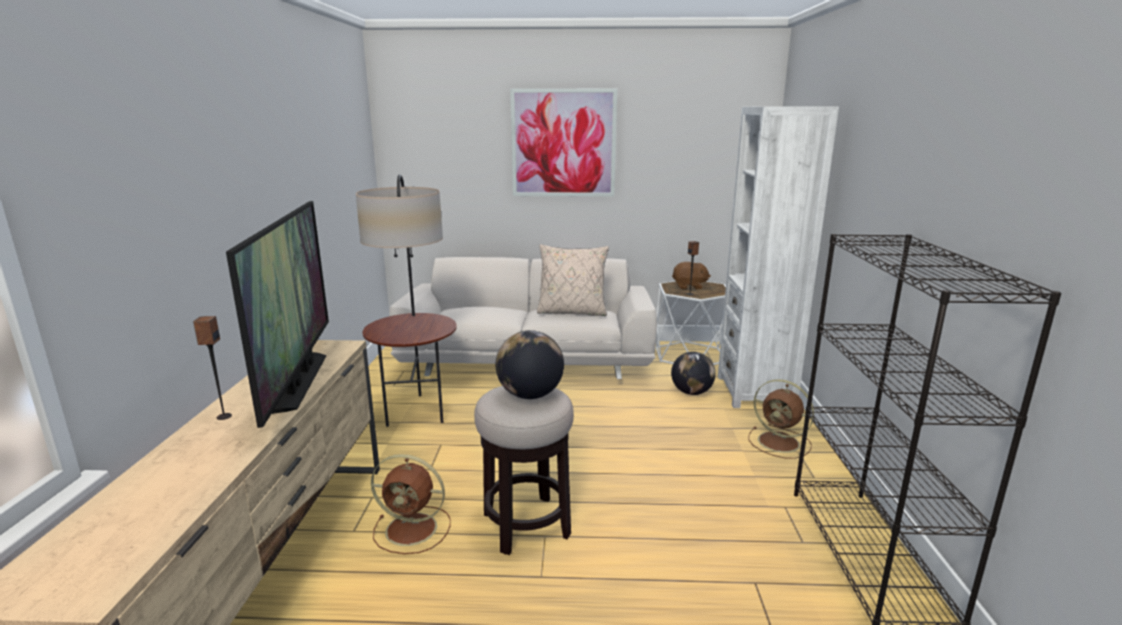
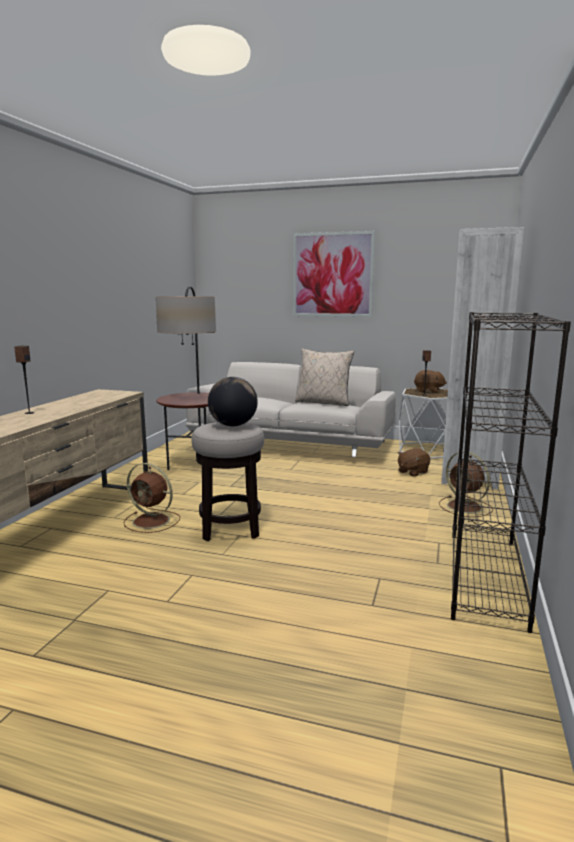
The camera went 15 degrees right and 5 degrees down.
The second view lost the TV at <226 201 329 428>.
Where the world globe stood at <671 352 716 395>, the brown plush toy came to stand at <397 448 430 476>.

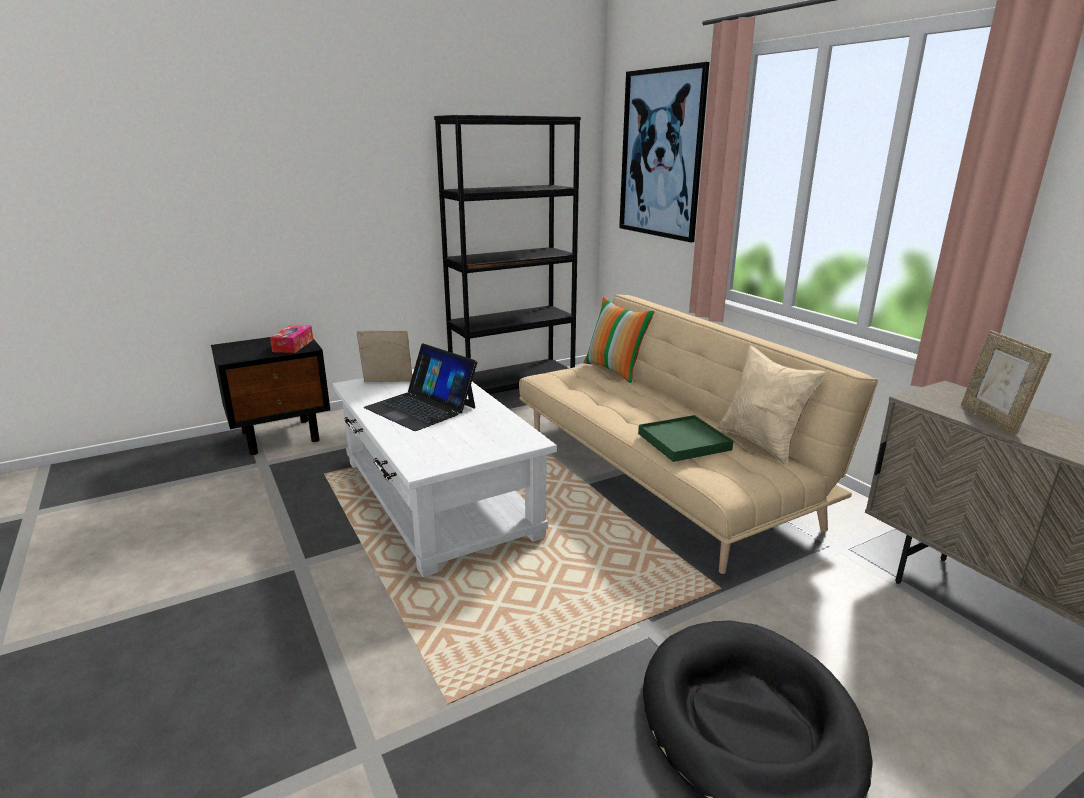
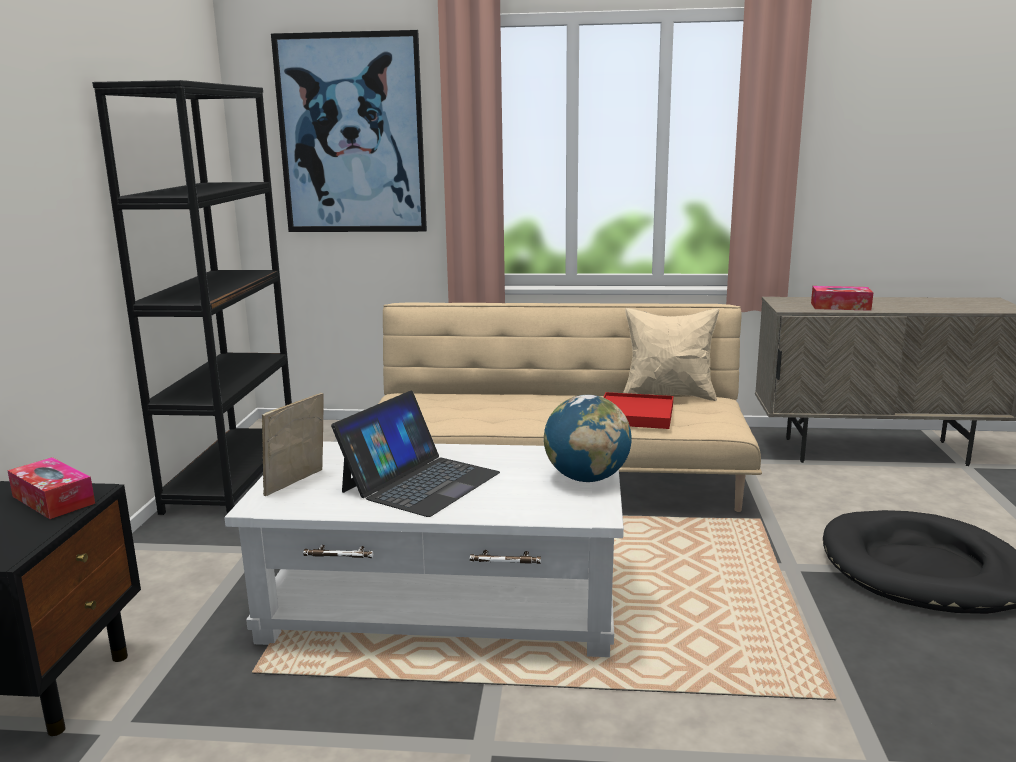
The camera went 55 degrees left and 5 degrees down.
The second view lost the pillow at <583 297 655 383>.
Where the standing frame stood at <961 330 1052 435>, the tissue holder came to stand at <811 286 873 311>.
The laptop at <364 343 477 431> ended up facing another way, 45 degrees counterclockwise from before.
What was the green carrying tray at <638 415 733 462> turned into the red carrying tray at <603 392 673 429>.
The second view gained the world globe at <544 395 632 482>.

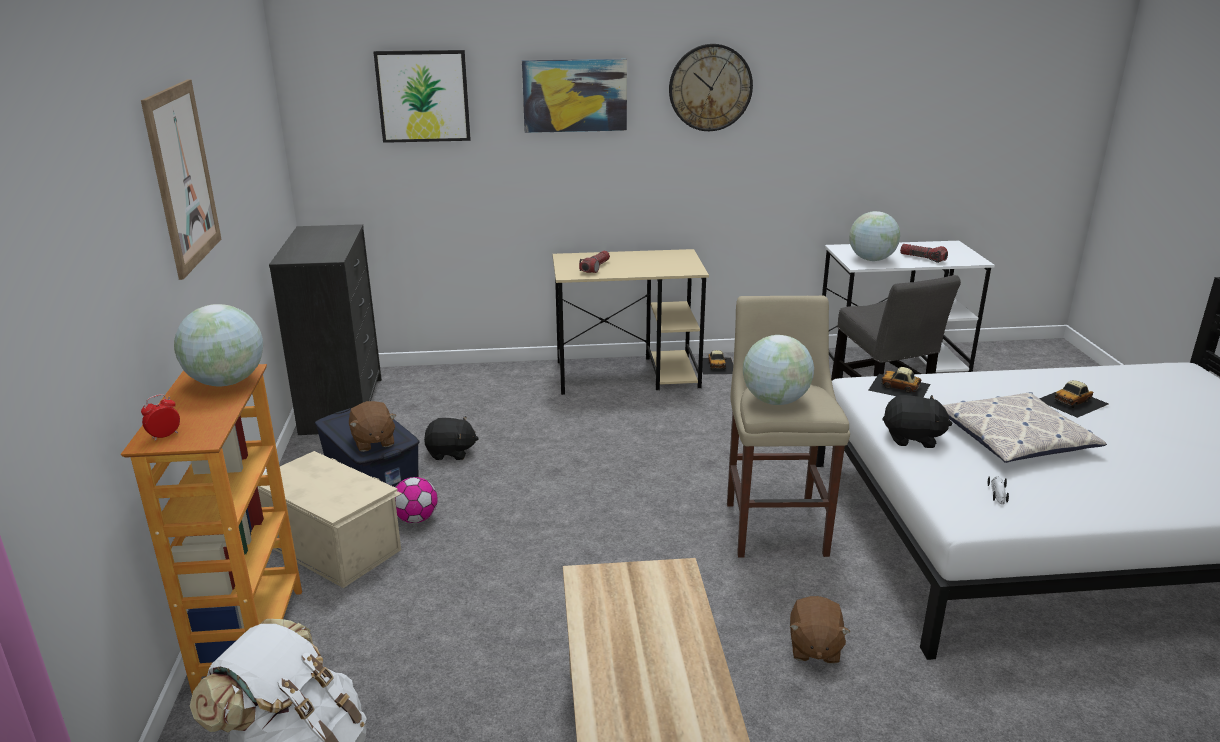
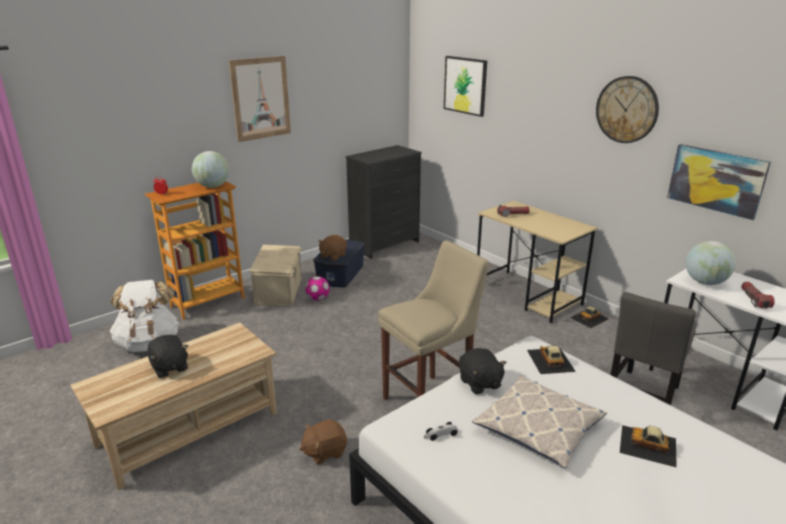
The camera went 55 degrees right and 0 degrees up.
The wall picture ended up elsewhere, having gone from <522 59 627 133> to <667 144 771 220>.
The second view lost the world globe at <743 335 814 405>.
The blackish plush toy ended up elsewhere, having gone from <424 416 479 460> to <147 335 188 378>.

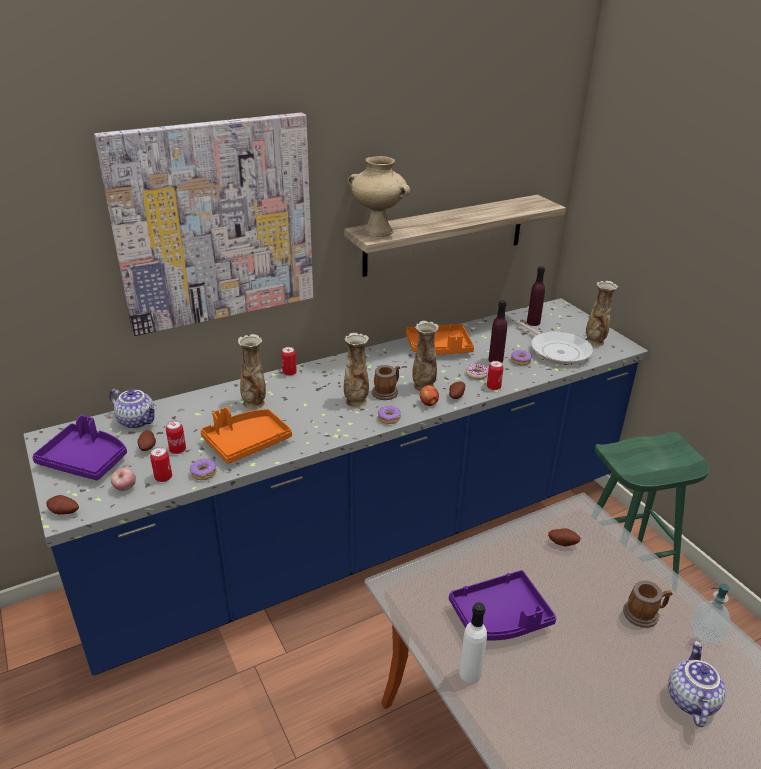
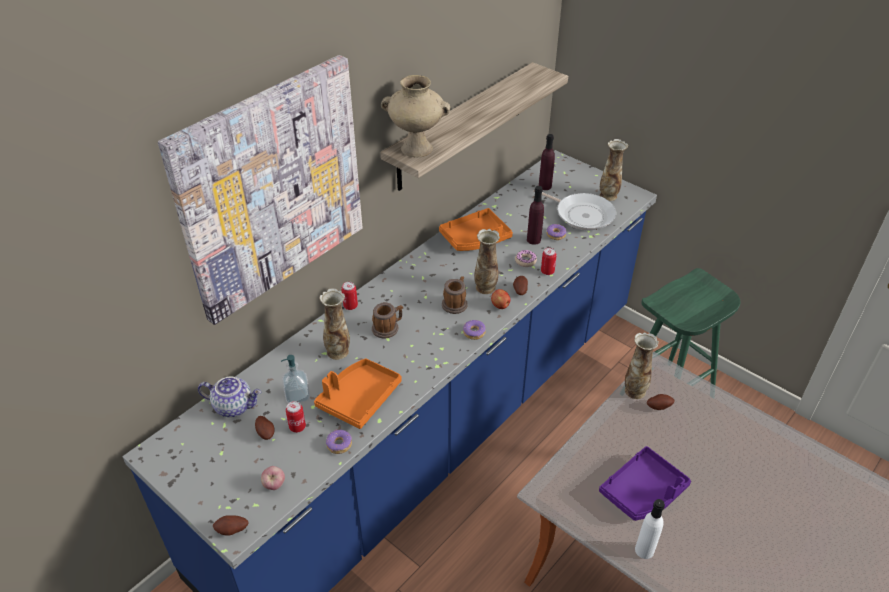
The camera went 20 degrees left and 10 degrees up.
The decorative vase ended up elsewhere, having gone from <344 333 369 407> to <625 333 659 399>.
The second view lost the purple-coloured carrying tray at <32 415 127 480>.
The second view lost the can at <150 447 172 482>.
The coffee mug ended up elsewhere, having gone from <623 580 673 628> to <372 302 403 338>.
The liquid soap bottle ended up elsewhere, having gone from <691 584 731 644> to <281 355 310 403>.
The second view lost the teapot at <668 641 726 727>.

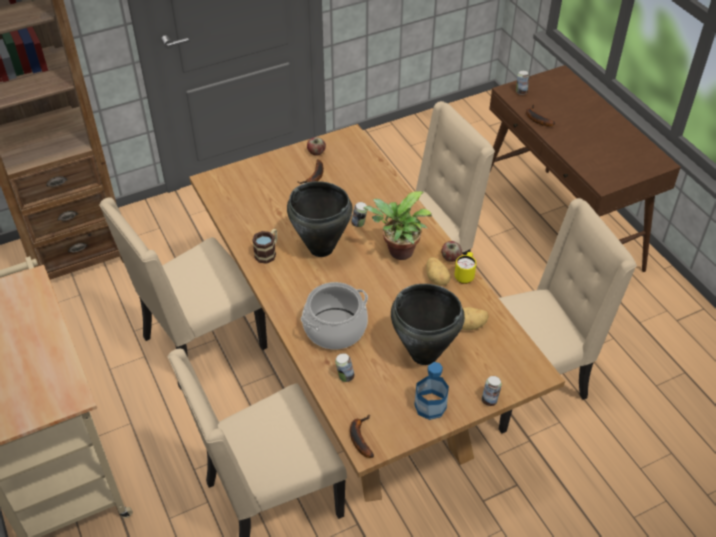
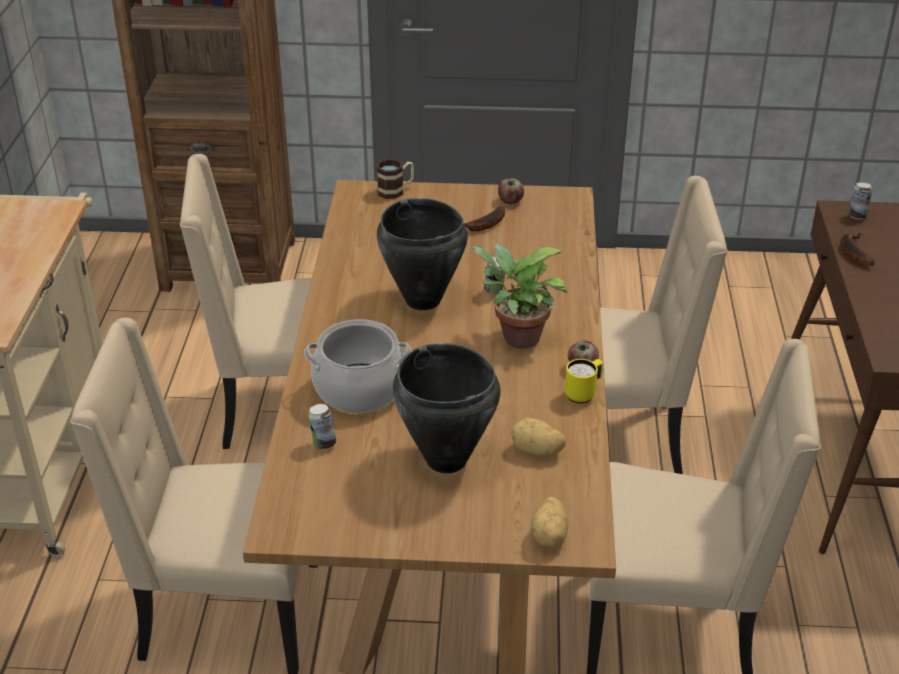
The camera went 30 degrees right and 10 degrees down.
The coffee mug ended up elsewhere, having gone from <252 229 277 264> to <376 159 414 199>.
The spud ended up elsewhere, having gone from <426 257 450 286> to <531 497 568 548>.
The second view lost the bottle at <414 362 449 420>.
The second view lost the can at <482 376 502 406>.
The second view lost the banana fruit at <350 415 374 458>.

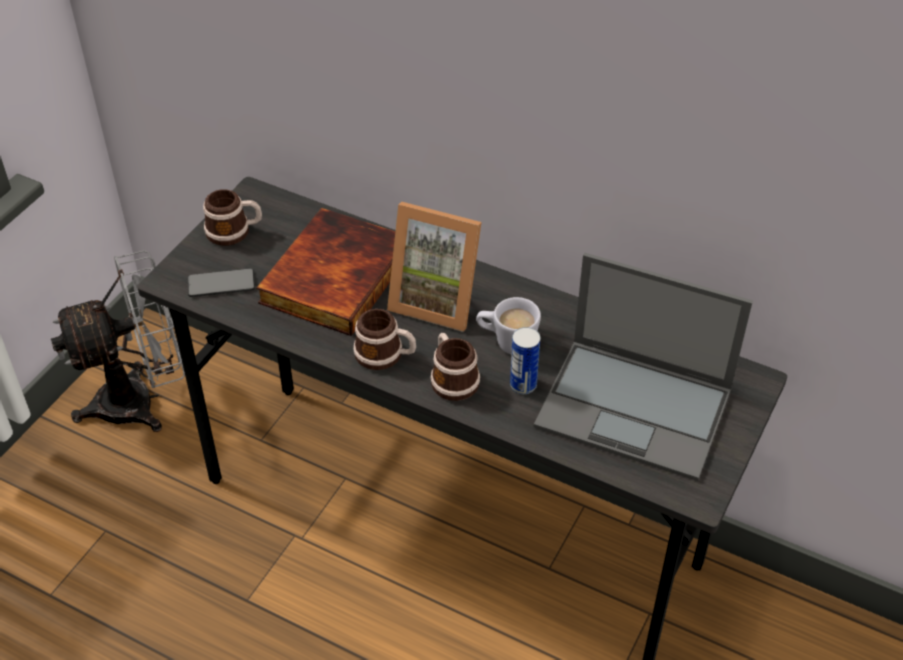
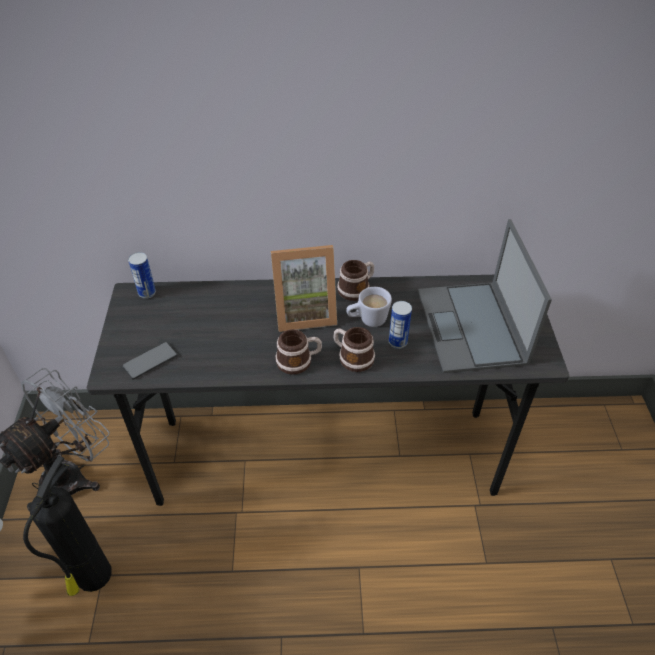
The camera went 30 degrees left and 0 degrees up.
The coffee mug ended up elsewhere, having gone from <203 189 262 246> to <337 260 374 301>.
The second view lost the book at <256 208 395 336>.
The laptop at <534 253 753 481> ended up facing another way, 90 degrees clockwise from before.
The second view gained the can at <128 252 156 299>.
The second view gained the fire-fighting cylinder at <23 456 112 596>.

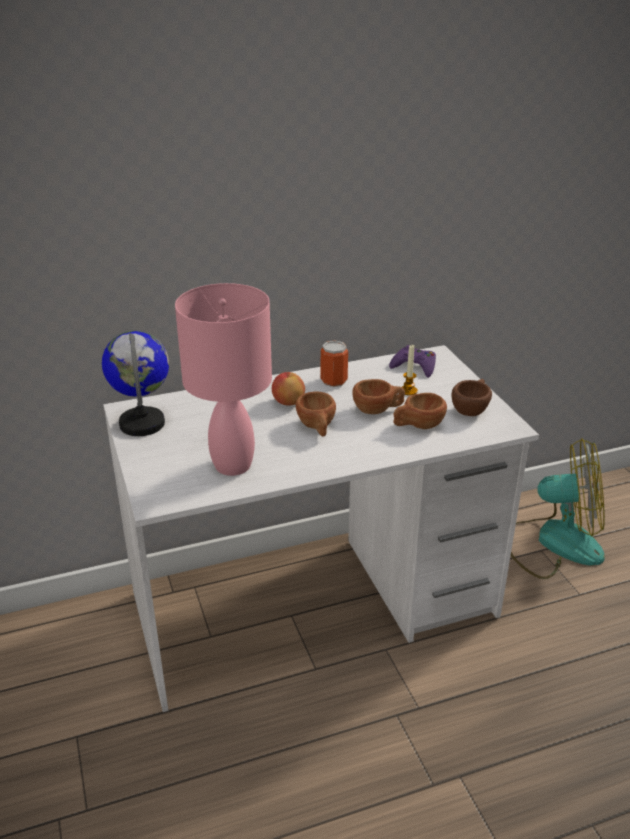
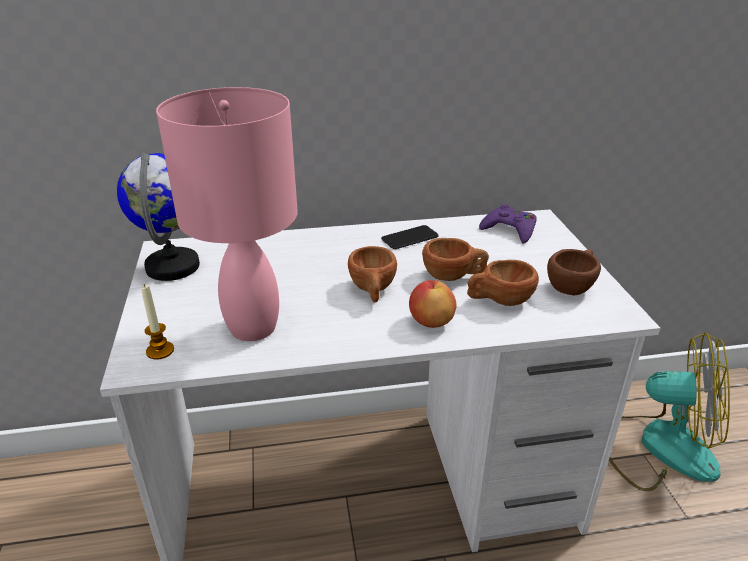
The camera went 10 degrees right and 0 degrees up.
Where the can stood at <321 340 348 387>, the handset came to stand at <381 225 439 249>.
The wax candle ended up elsewhere, having gone from <402 345 418 396> to <141 284 174 360>.
The apple fruit ended up elsewhere, having gone from <272 372 305 406> to <409 280 457 328>.

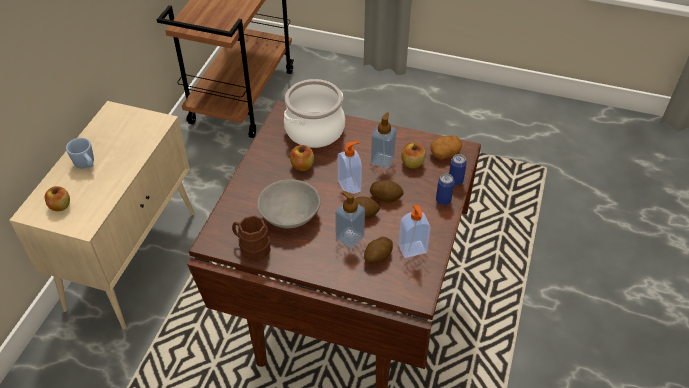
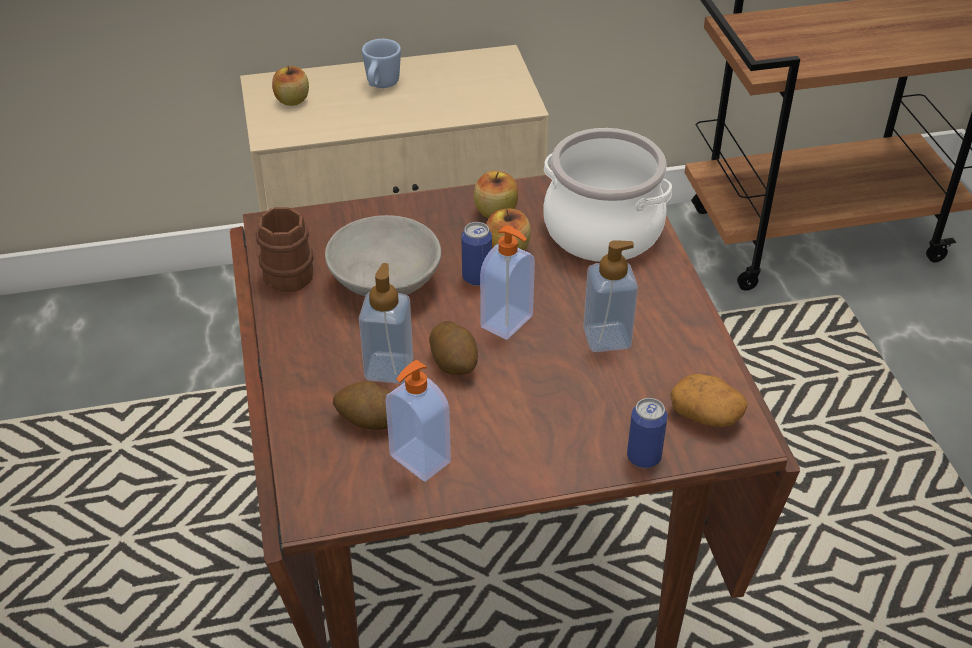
The camera went 60 degrees right and 5 degrees down.
The apple fruit ended up elsewhere, having gone from <401 143 426 168> to <474 171 518 218>.
The can ended up elsewhere, having gone from <436 174 454 205> to <461 222 492 286>.
The second view lost the spud at <370 180 404 203>.

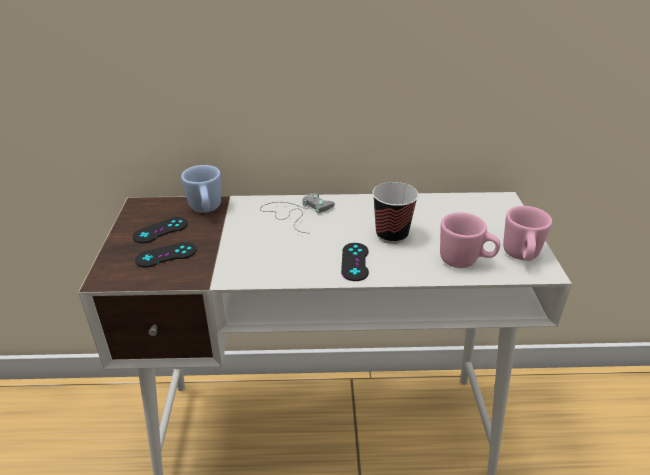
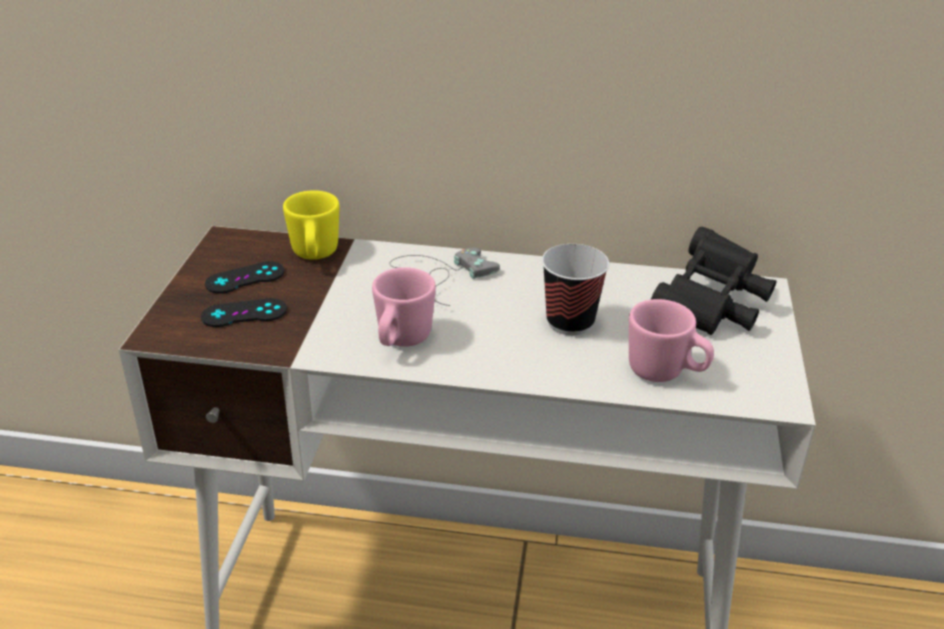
The camera went 10 degrees right and 0 degrees up.
What was the bluish coffee mug at <181 165 221 213> turned into the yellow-coloured coffee mug at <283 190 339 260>.
The pink coffee mug ended up elsewhere, having gone from <503 206 552 261> to <372 267 436 347>.
The second view lost the blackish gamepad at <341 243 369 281>.
The second view gained the blackish field glasses at <651 227 776 335>.

